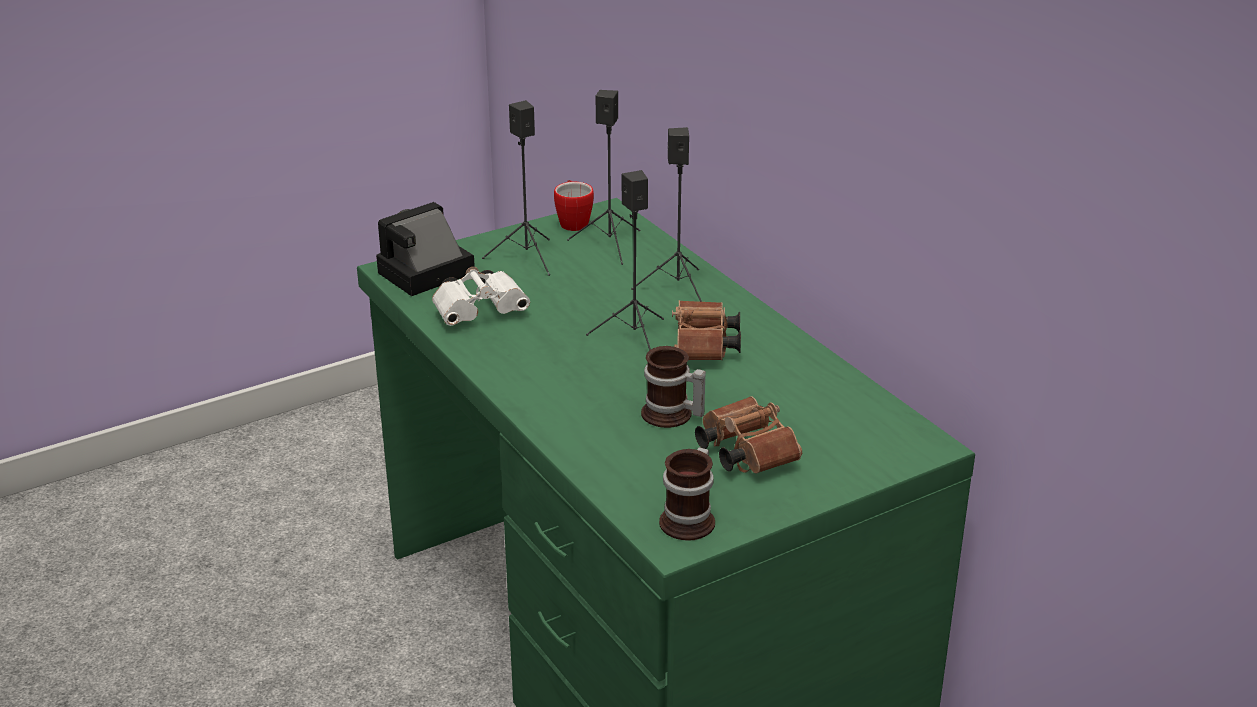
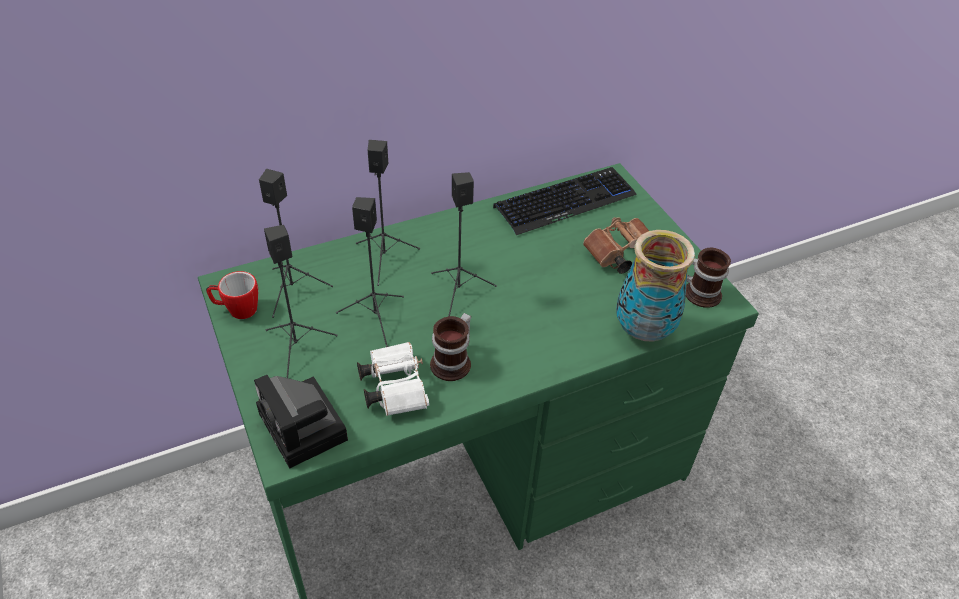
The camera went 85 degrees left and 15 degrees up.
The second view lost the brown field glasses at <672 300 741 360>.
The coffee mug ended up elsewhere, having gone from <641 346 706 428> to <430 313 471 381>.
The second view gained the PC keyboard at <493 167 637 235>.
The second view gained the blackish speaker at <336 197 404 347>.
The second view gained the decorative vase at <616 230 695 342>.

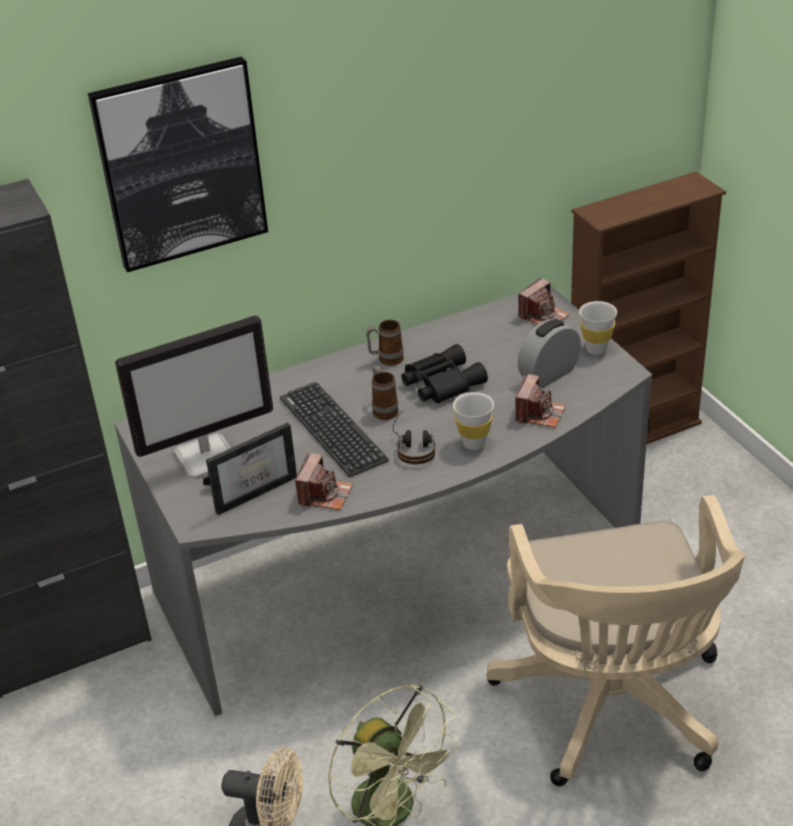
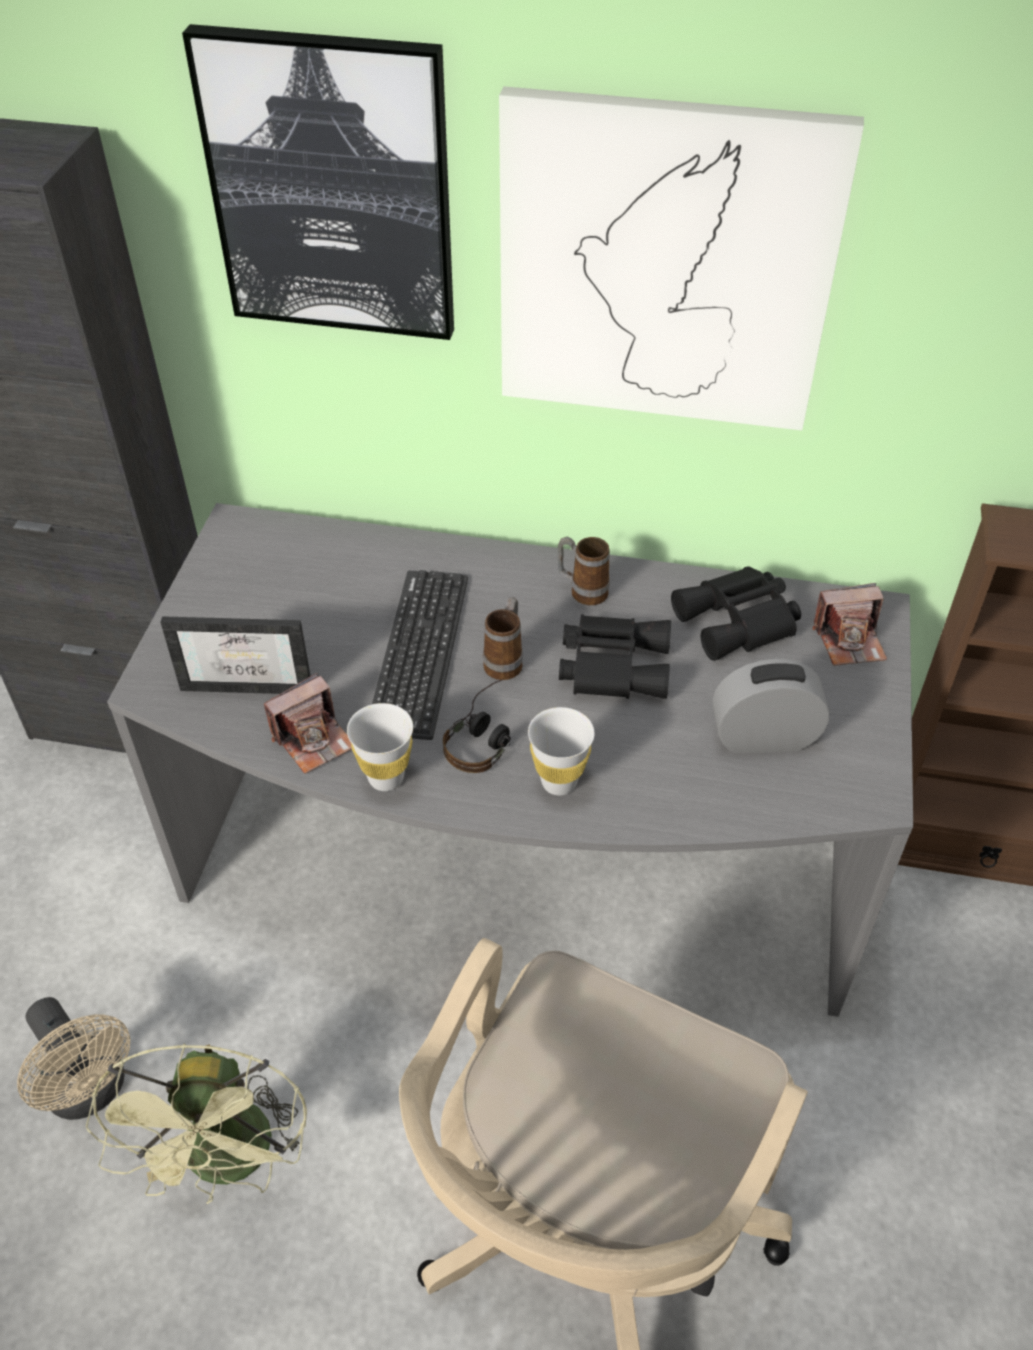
The camera went 35 degrees right and 10 degrees up.
The whitish drinking cup ended up elsewhere, having gone from <579 301 617 355> to <347 703 413 791>.
The second view lost the computer display at <115 315 273 479>.
The second view lost the photo camera at <515 374 566 428>.
The second view gained the wall picture at <499 86 864 430>.
The second view gained the blackish field glasses at <671 566 801 661>.

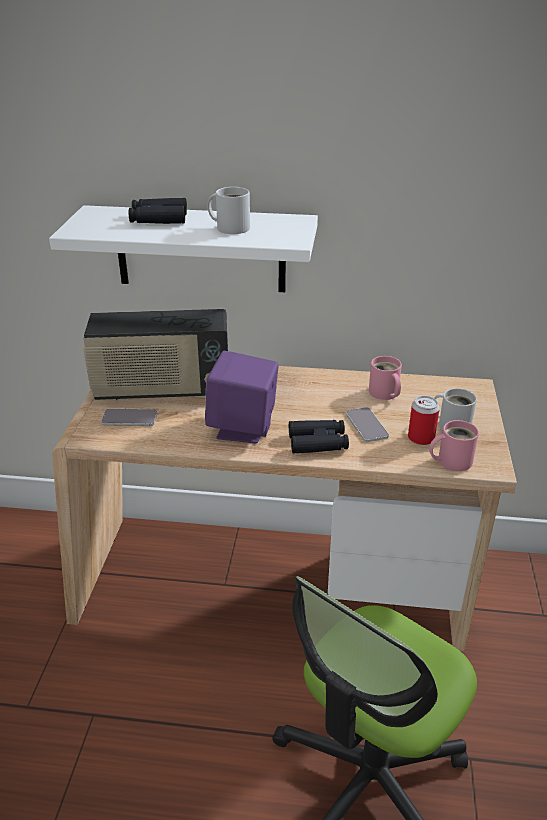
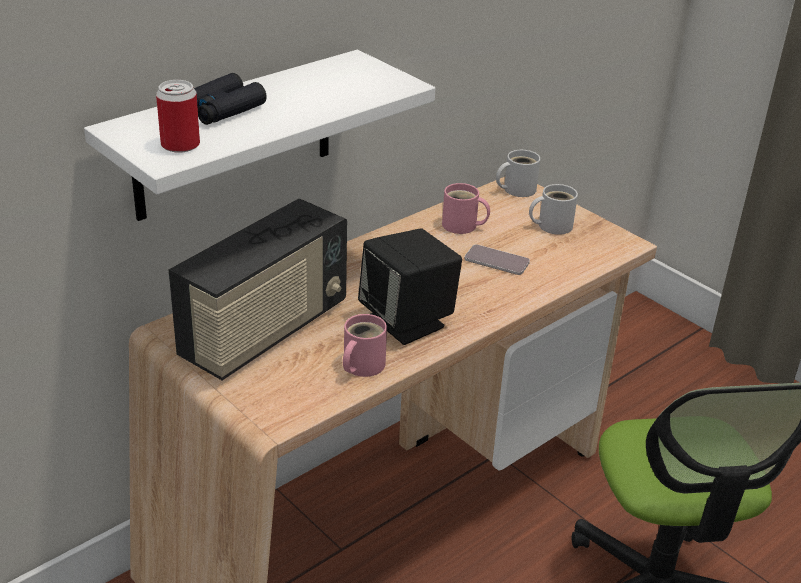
The camera went 50 degrees left and 0 degrees up.
The whitish coffee mug ended up elsewhere, having gone from <207 187 250 234> to <496 150 540 197>.
What was the purple-coloured speaker at <205 351 279 443> turned into the blackish speaker at <358 228 462 345>.
The can ended up elsewhere, having gone from <408 396 440 445> to <156 80 200 153>.
The second view lost the handset at <101 408 157 426>.
The second view lost the blackish field glasses at <289 420 349 453>.
The pink coffee mug ended up elsewhere, having gone from <429 420 479 471> to <343 314 387 377>.

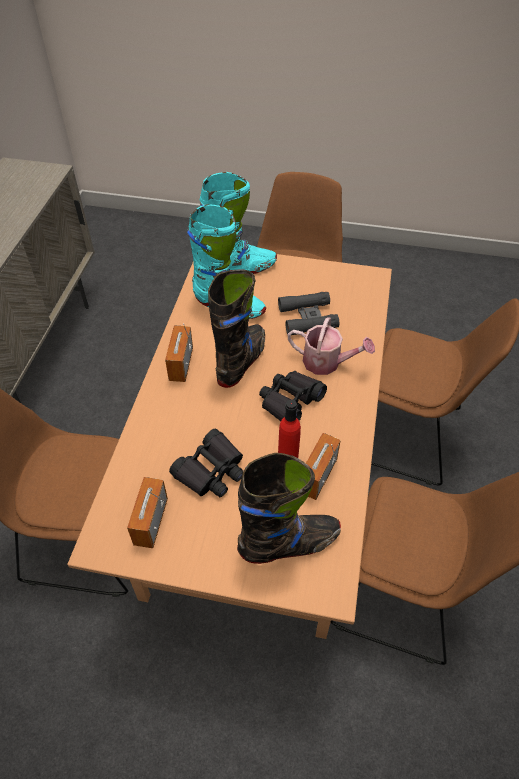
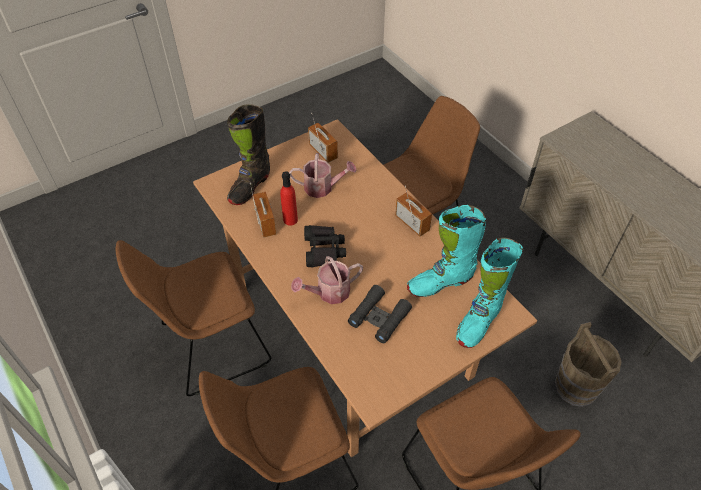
The camera went 135 degrees right and 0 degrees up.
The second view lost the blackish high-top boot at <208 269 265 388>.
Where the blackish field glasses stood at <169 429 243 497>, the sprinkling can came to stand at <289 153 357 198>.
The second view gained the brown water bucket at <555 322 622 407>.

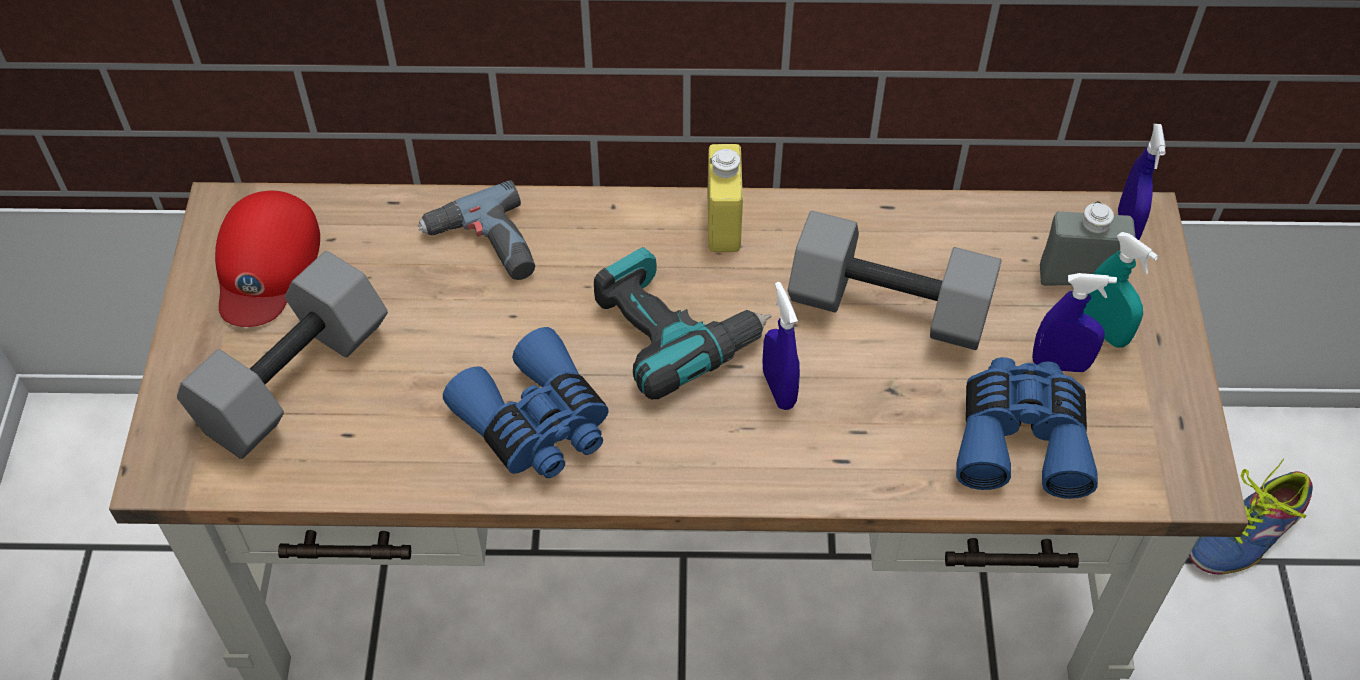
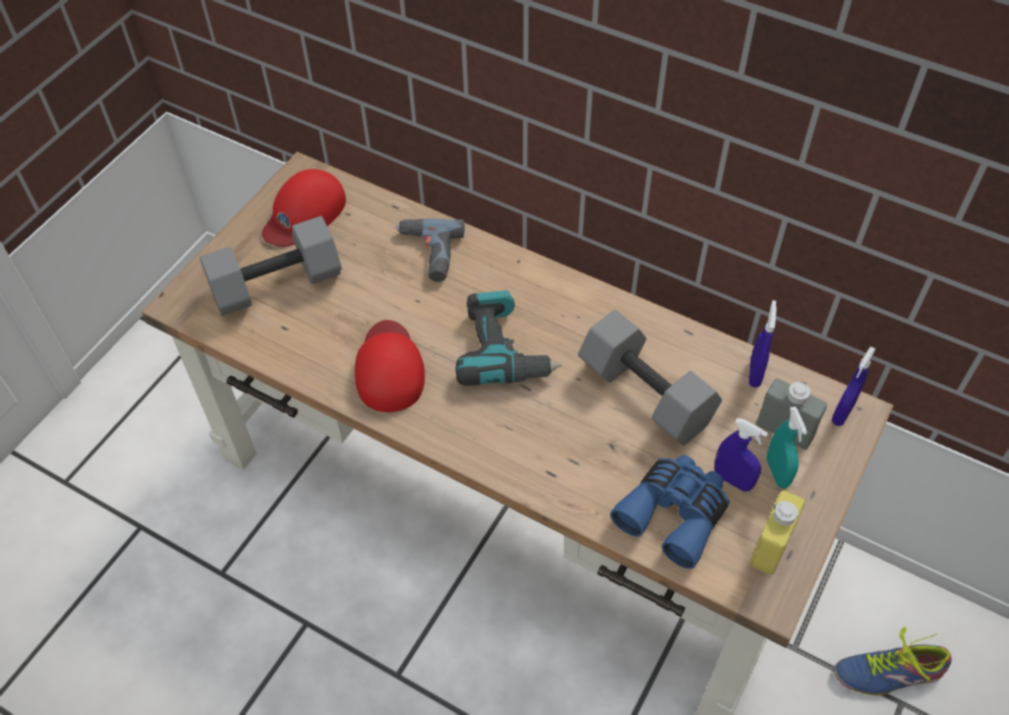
The camera went 30 degrees right and 0 degrees up.
The yellow-coloured bottle ended up elsewhere, having gone from <707 144 743 252> to <750 490 805 575>.
The bluish spray bottle ended up elsewhere, having gone from <762 282 800 410> to <749 300 777 388>.
Where the bluish field glasses stood at <443 327 609 478>, the red peaked cap came to stand at <355 320 425 412>.

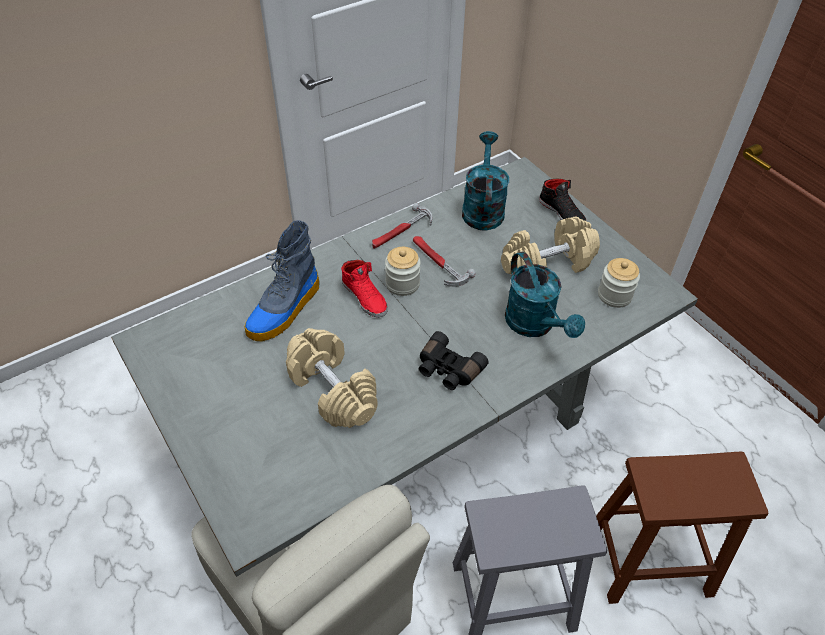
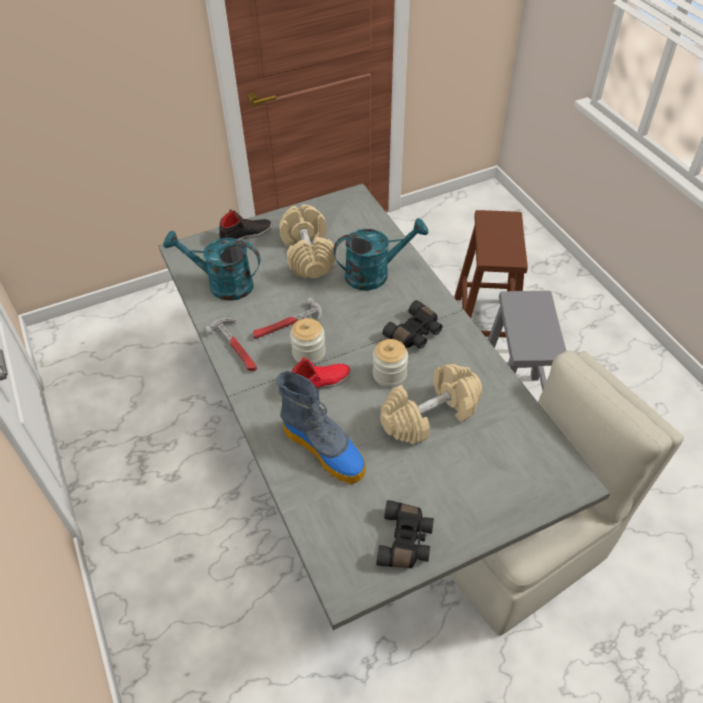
The camera went 80 degrees left and 0 degrees up.
The preserve jar ended up elsewhere, having gone from <598 258 640 308> to <373 339 408 387>.
The second view gained the blackish field glasses at <376 500 434 568>.

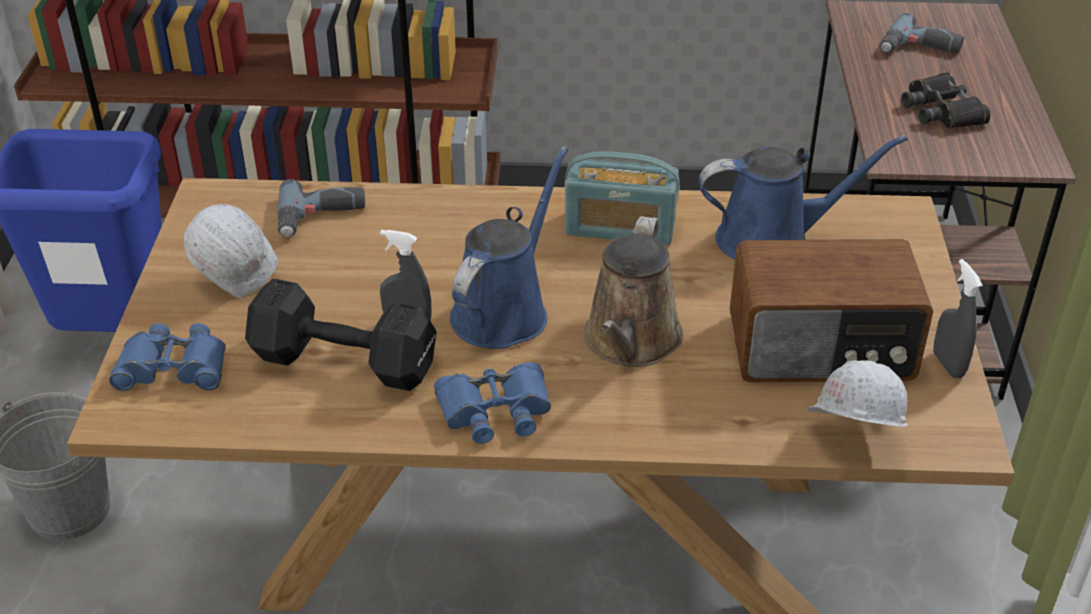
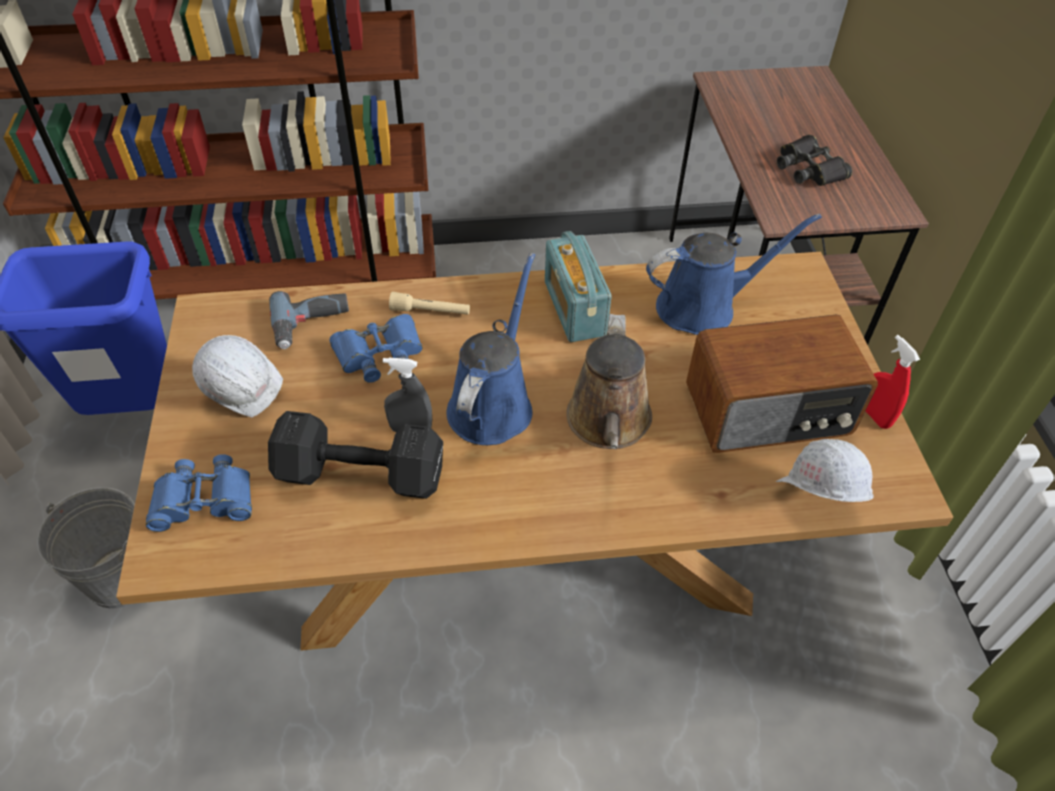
The camera went 10 degrees left and 10 degrees up.
The second view lost the electric drill at <880 13 964 53>.
The radio receiver at <565 152 680 245> ended up facing another way, 75 degrees clockwise from before.
What was the gray spray bottle at <933 259 983 379> turned into the red spray bottle at <866 335 920 429>.
The bluish field glasses ended up elsewhere, having gone from <434 362 551 444> to <329 314 423 383>.
The second view gained the sand-coloured hand torch at <389 292 470 315>.

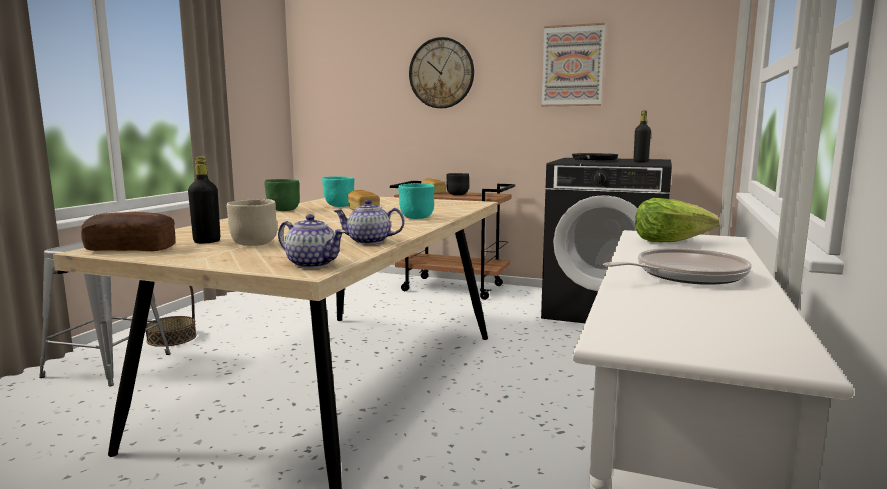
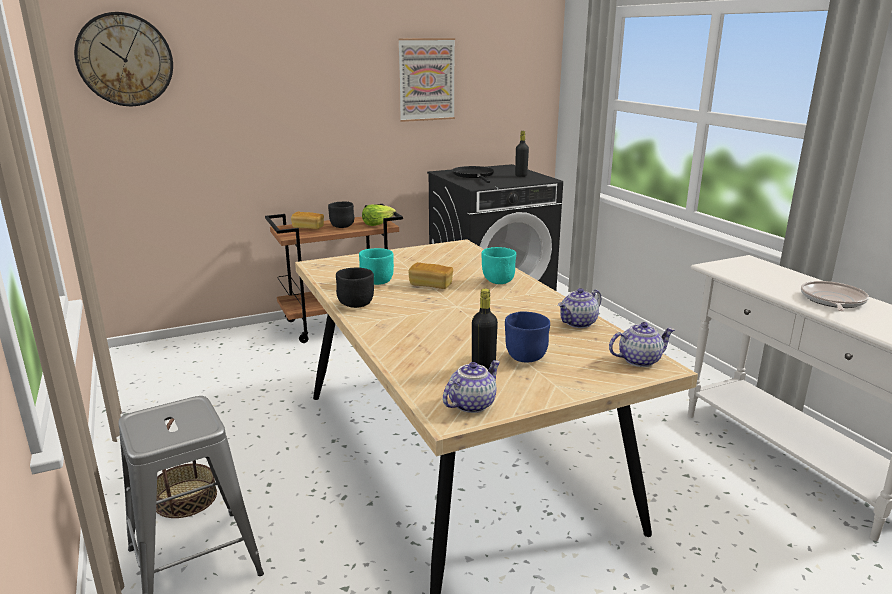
The camera went 45 degrees left and 10 degrees up.
The clock on the wall ended up elsewhere, having gone from <409 37 474 108> to <74 12 173 106>.
What was the green deep dish at <265 179 299 211> turned into the blackish deep dish at <336 268 374 308>.
The head of lettuce ended up elsewhere, having gone from <635 198 719 242> to <362 205 396 226>.
What was the sand-coloured deep dish at <227 199 277 246> turned into the bluish deep dish at <505 311 550 362>.
Where the baked bread stood at <81 212 176 251>, the teapot came to stand at <443 360 500 413>.

